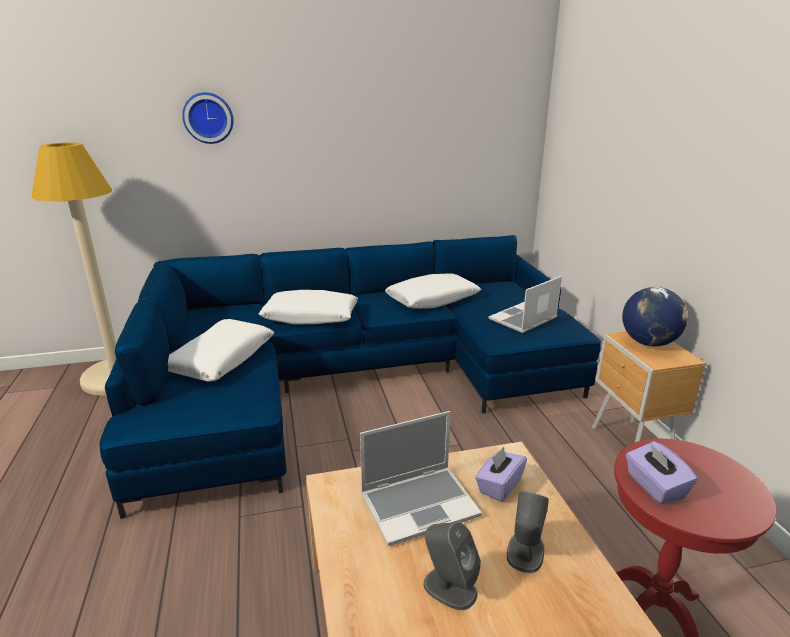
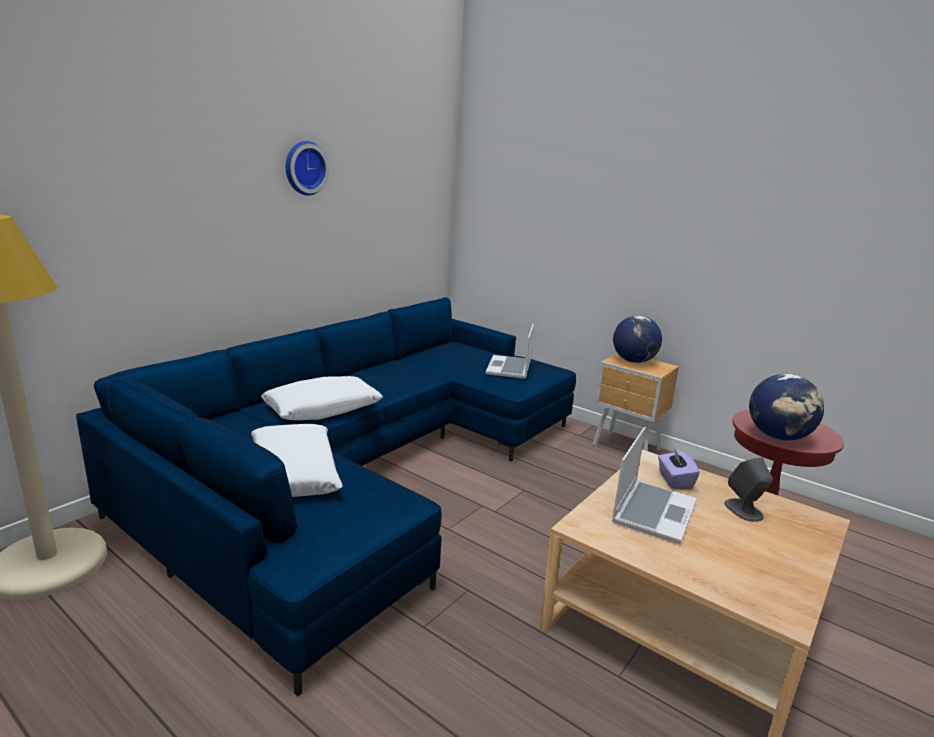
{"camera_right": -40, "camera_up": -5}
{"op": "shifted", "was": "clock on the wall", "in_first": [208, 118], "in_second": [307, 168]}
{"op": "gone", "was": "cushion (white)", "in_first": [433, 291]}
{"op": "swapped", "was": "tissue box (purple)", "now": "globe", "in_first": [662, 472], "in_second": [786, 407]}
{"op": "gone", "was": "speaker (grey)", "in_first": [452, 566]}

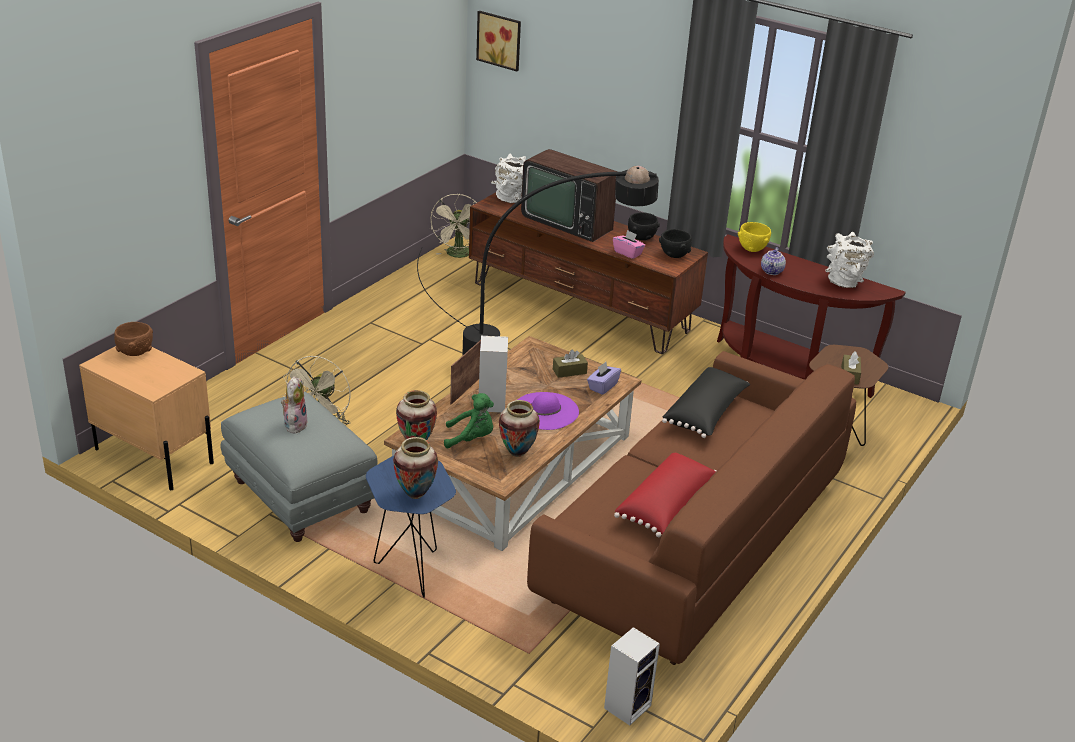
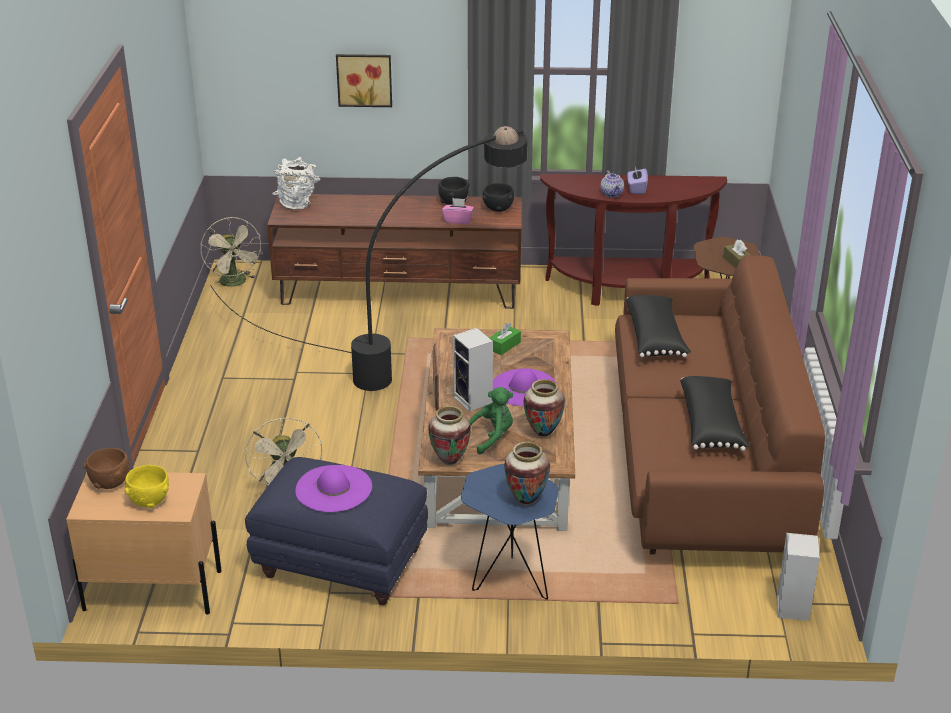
{"camera_right": -30, "camera_up": 0}
{"op": "shifted", "was": "wall art", "in_first": [498, 41], "in_second": [364, 80]}
{"op": "gone", "was": "television", "in_first": [569, 195]}
{"op": "shifted", "was": "serving bowl (yellow-coloured)", "in_first": [754, 237], "in_second": [146, 486]}
{"op": "gone", "was": "flower vase (white)", "in_first": [849, 260]}
{"op": "repainted", "was": "tissue box (brown)", "now": "tissue box (green)", "in_first": [570, 364], "in_second": [505, 339]}
{"op": "shifted", "was": "tissue box (purple)", "in_first": [604, 378], "in_second": [638, 180]}
{"op": "swapped", "was": "soft toy", "now": "hat (purple)", "in_first": [294, 404], "in_second": [333, 488]}
{"op": "repainted", "was": "footrest (grey)", "now": "footrest (bluish)", "in_first": [298, 467], "in_second": [336, 531]}
{"op": "repainted", "was": "cushion (reddish)", "now": "cushion (black)", "in_first": [665, 495], "in_second": [715, 413]}

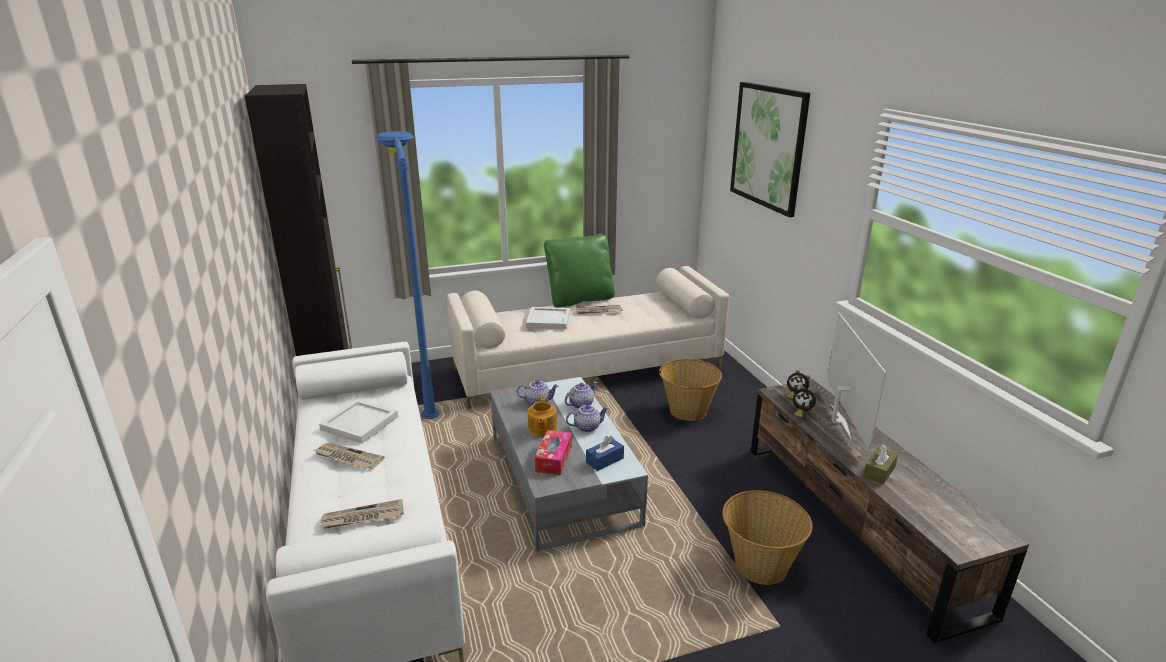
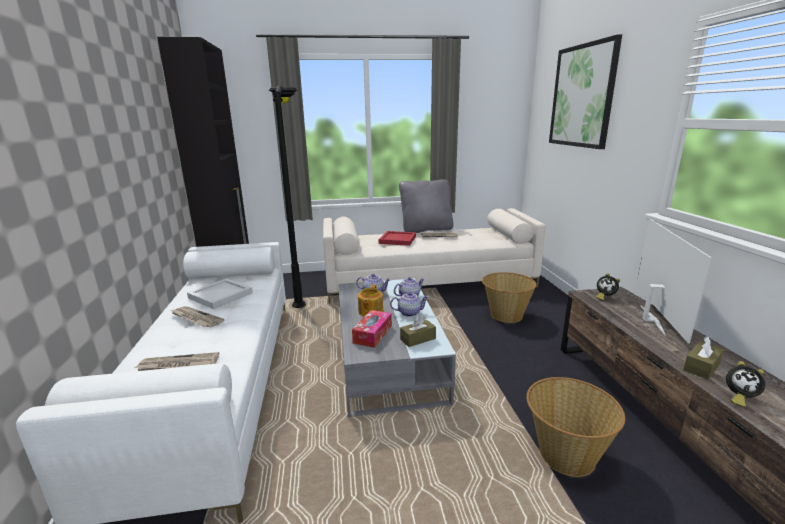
{"camera_right": 10, "camera_up": -5}
{"op": "repainted", "was": "floor lamp (bluish)", "now": "floor lamp (black)", "in_first": [407, 275], "in_second": [287, 196]}
{"op": "repainted", "was": "cushion (green)", "now": "cushion (grey)", "in_first": [579, 270], "in_second": [426, 206]}
{"op": "repainted", "was": "tray (white)", "now": "tray (reddish)", "in_first": [548, 318], "in_second": [397, 238]}
{"op": "shifted", "was": "table clock", "in_first": [804, 402], "in_second": [745, 384]}
{"op": "repainted", "was": "tissue box (bluish)", "now": "tissue box (brown)", "in_first": [605, 453], "in_second": [418, 331]}

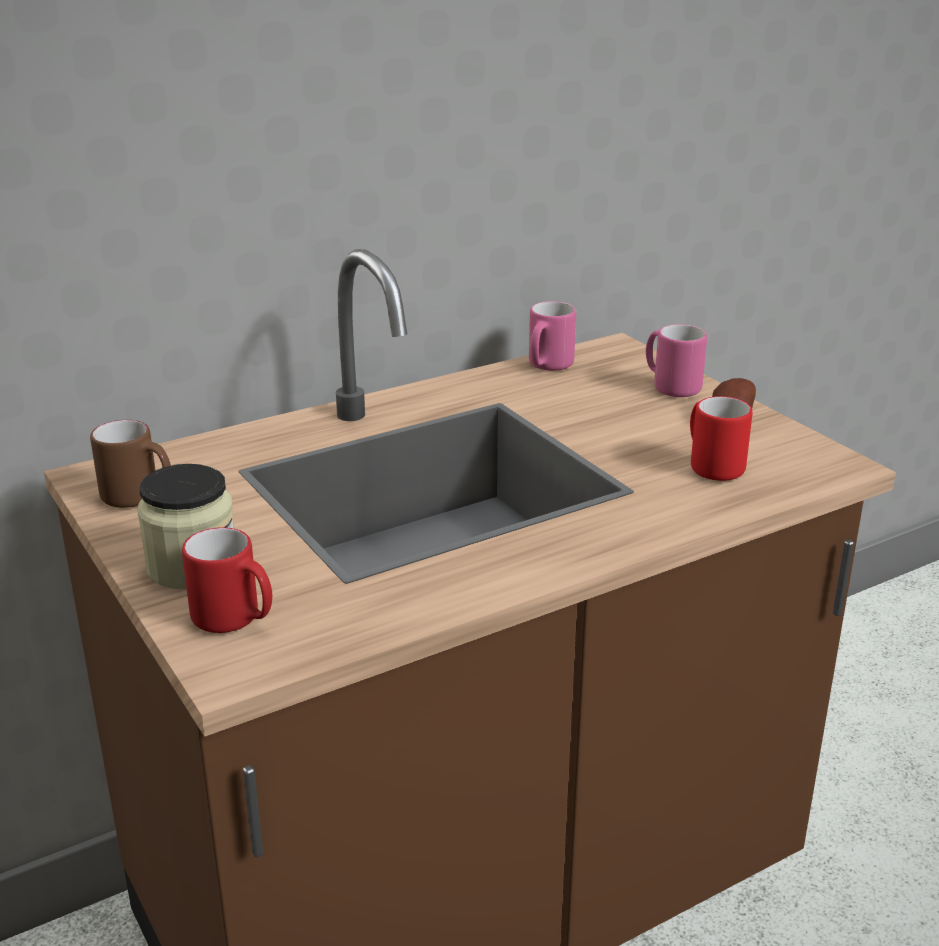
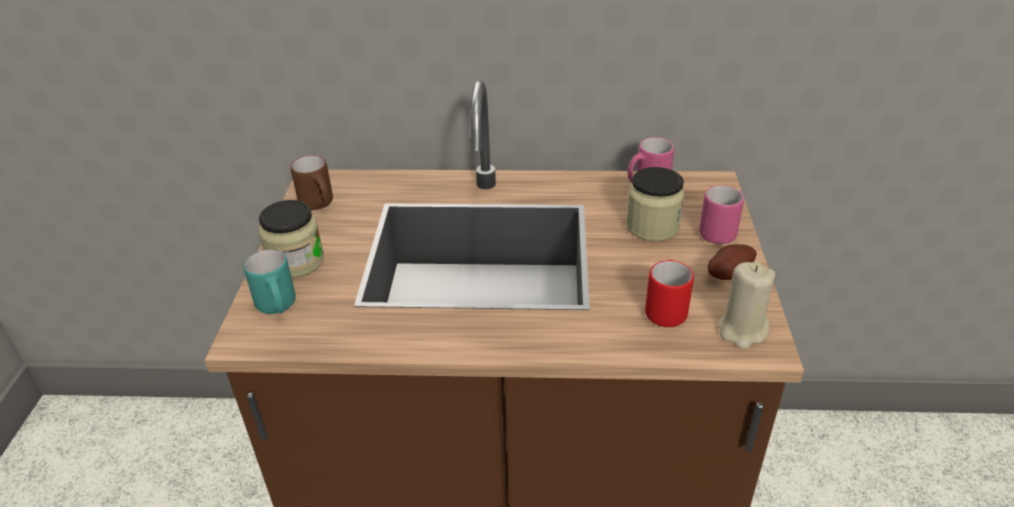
{"camera_right": 35, "camera_up": 10}
{"op": "repainted", "was": "mug (reddish)", "now": "mug (turquoise-coloured)", "in_first": [227, 580], "in_second": [270, 282]}
{"op": "new", "now": "storage jar", "in_second": [655, 204]}
{"op": "new", "now": "wax light (sand-coloured)", "in_second": [747, 305]}

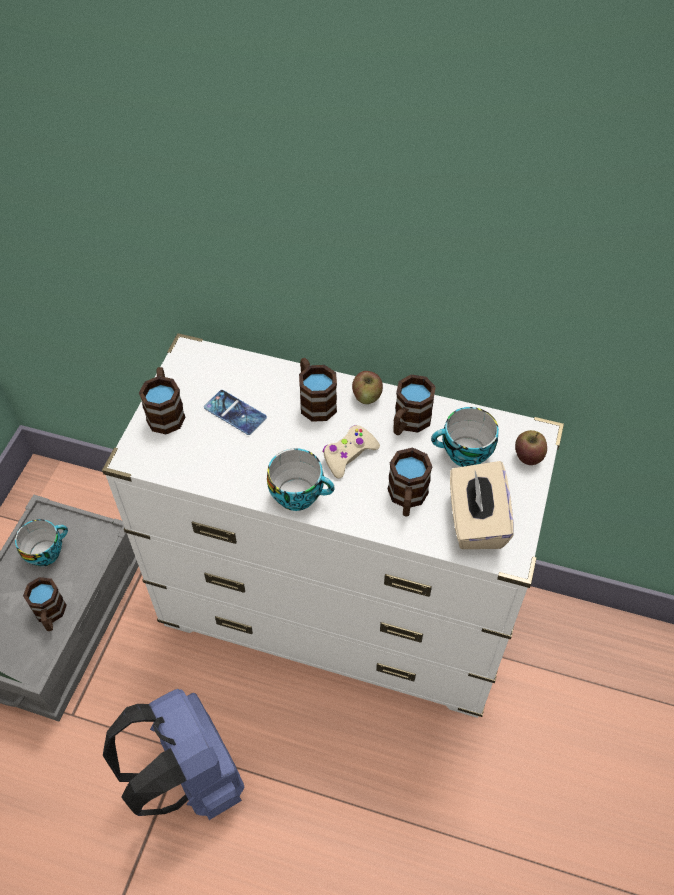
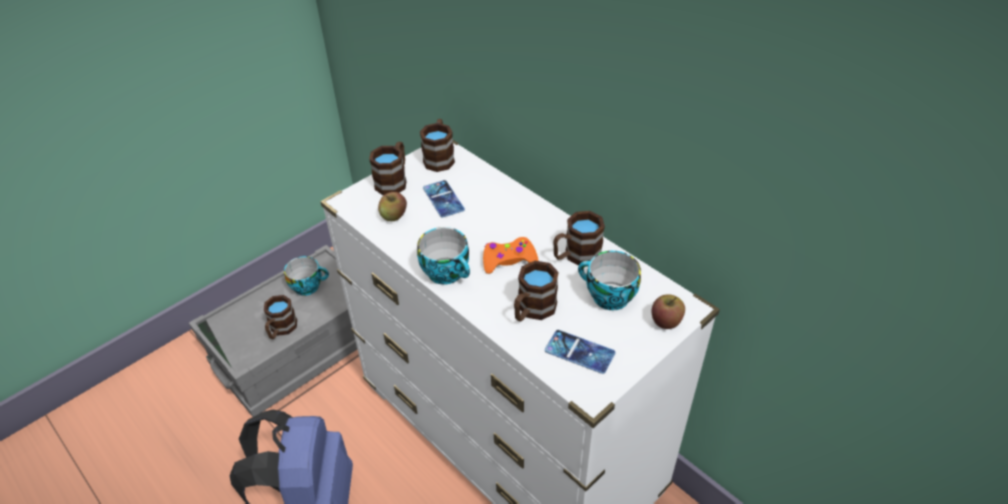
{"camera_right": 30, "camera_up": -10}
{"op": "shifted", "was": "mug (brown)", "in_first": [318, 390], "in_second": [437, 145]}
{"op": "shifted", "was": "apple fruit", "in_first": [367, 387], "in_second": [392, 206]}
{"op": "repainted", "was": "joypad (sand-coloured)", "now": "joypad (orange-coloured)", "in_first": [351, 452], "in_second": [511, 255]}
{"op": "swapped", "was": "tissue box (sand-coloured)", "now": "telephone", "in_first": [481, 505], "in_second": [580, 352]}

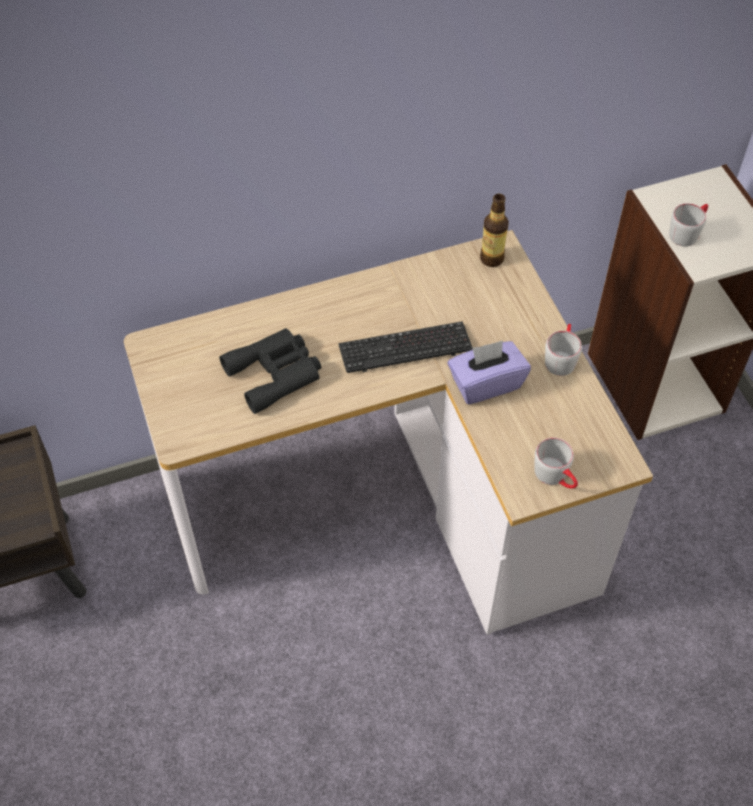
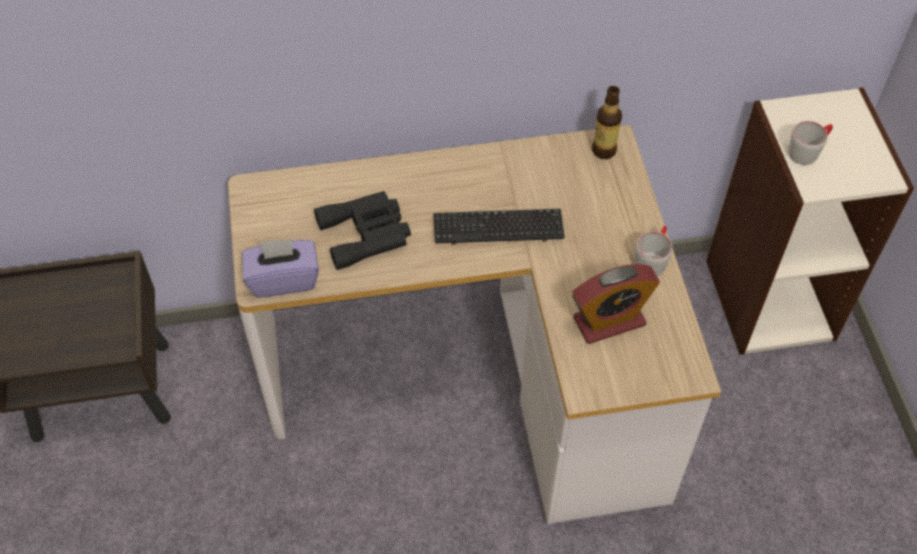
{"camera_right": 10, "camera_up": 0}
{"op": "shifted", "was": "tissue box (purple)", "in_first": [489, 372], "in_second": [280, 268]}
{"op": "gone", "was": "mug (grey)", "in_first": [556, 463]}
{"op": "new", "now": "table clock", "in_second": [616, 304]}

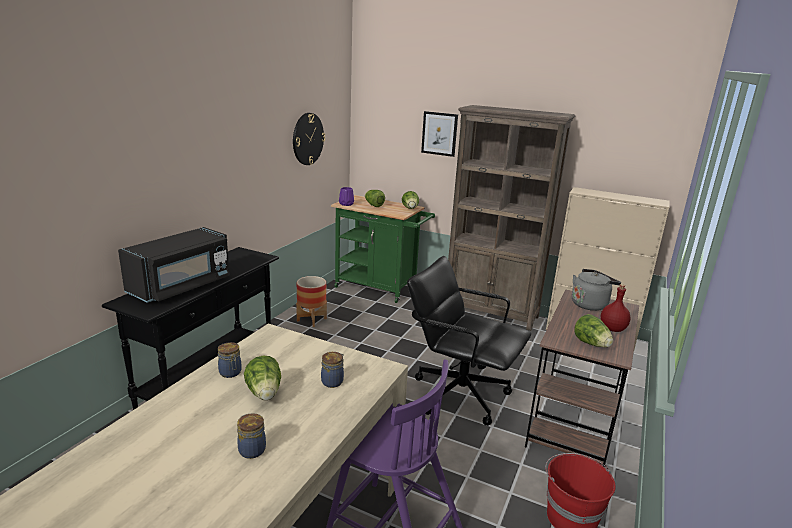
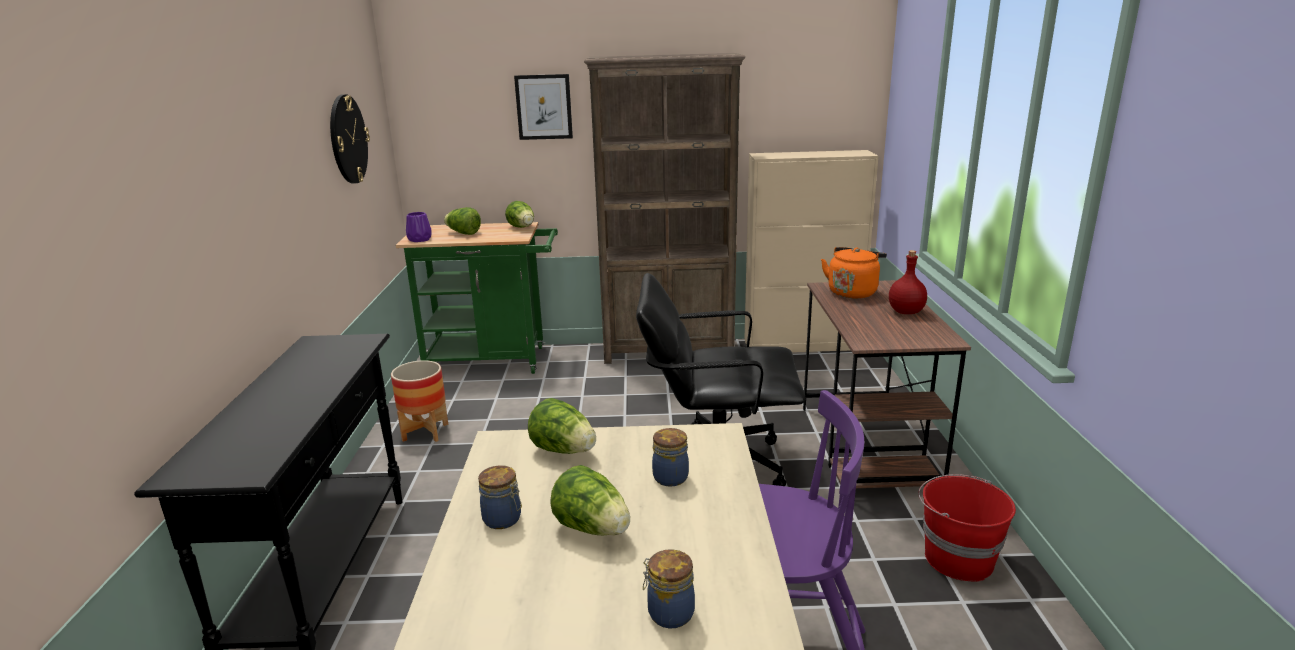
{"camera_right": -25, "camera_up": 0}
{"op": "gone", "was": "microwave oven (black)", "in_first": [174, 265]}
{"op": "repainted", "was": "tea kettle (grey)", "now": "tea kettle (orange-coloured)", "in_first": [596, 290], "in_second": [854, 272]}
{"op": "shifted", "was": "head of lettuce", "in_first": [594, 330], "in_second": [562, 426]}

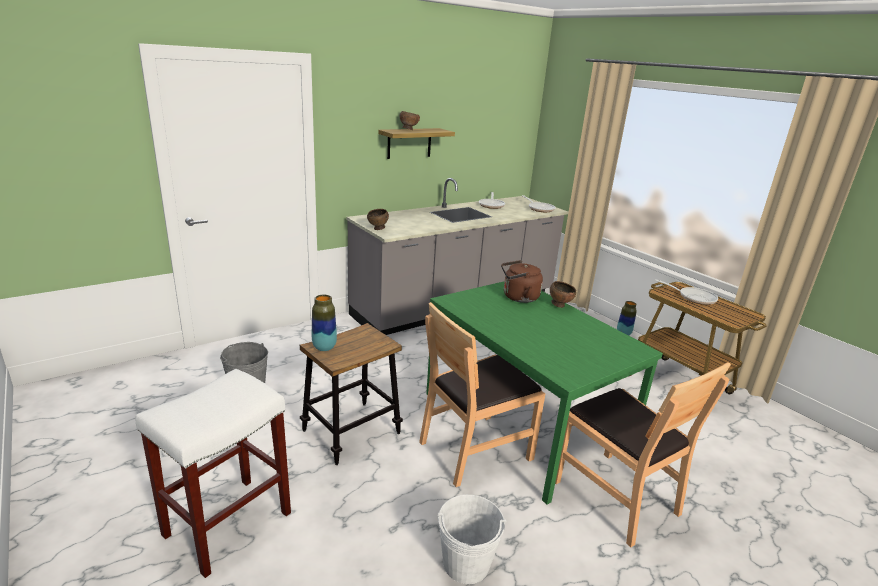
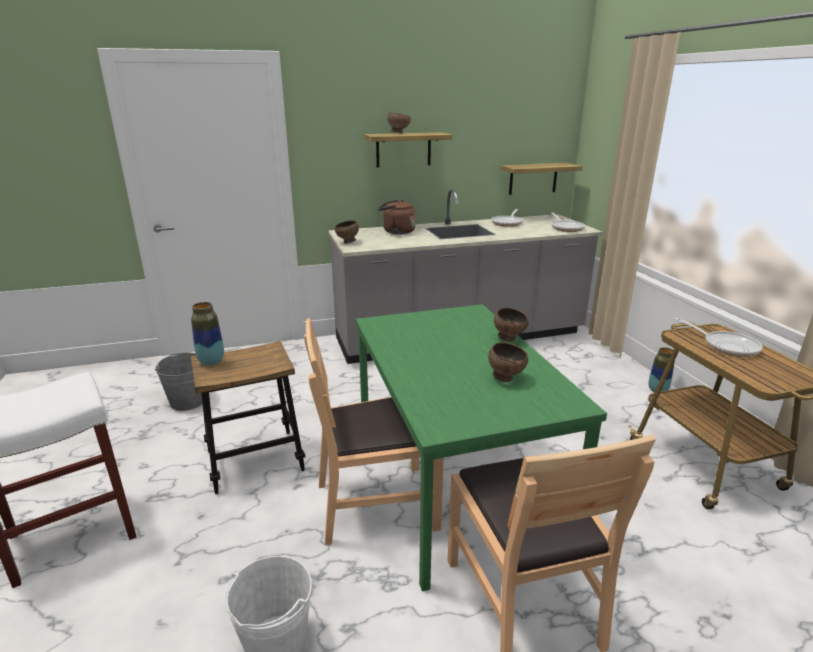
{"camera_right": 20, "camera_up": 0}
{"op": "shifted", "was": "tea kettle (brown)", "in_first": [522, 281], "in_second": [397, 216]}
{"op": "new", "now": "bracket shelf", "in_second": [542, 179]}
{"op": "new", "now": "serving bowl (brown)", "in_second": [508, 362]}

